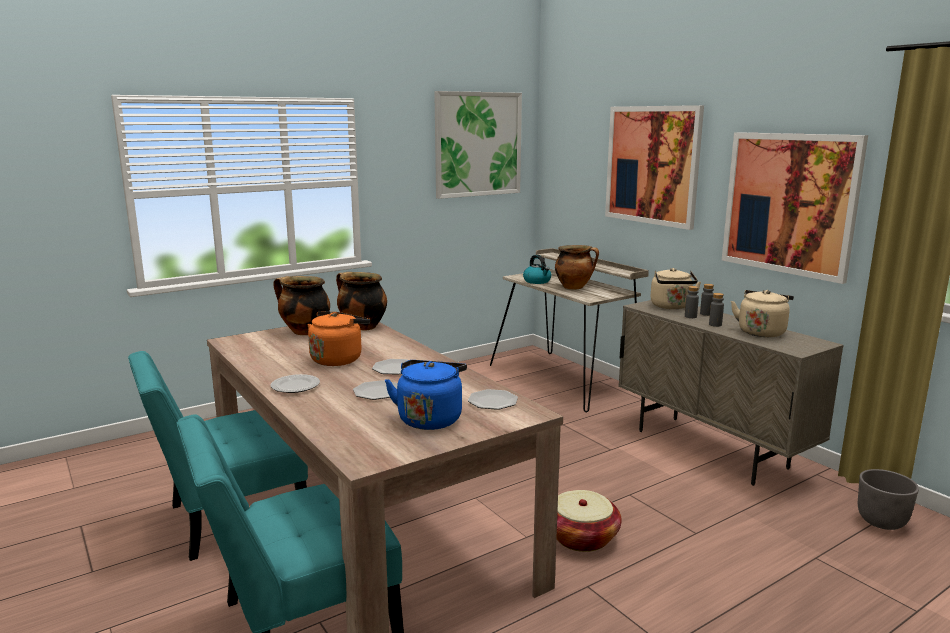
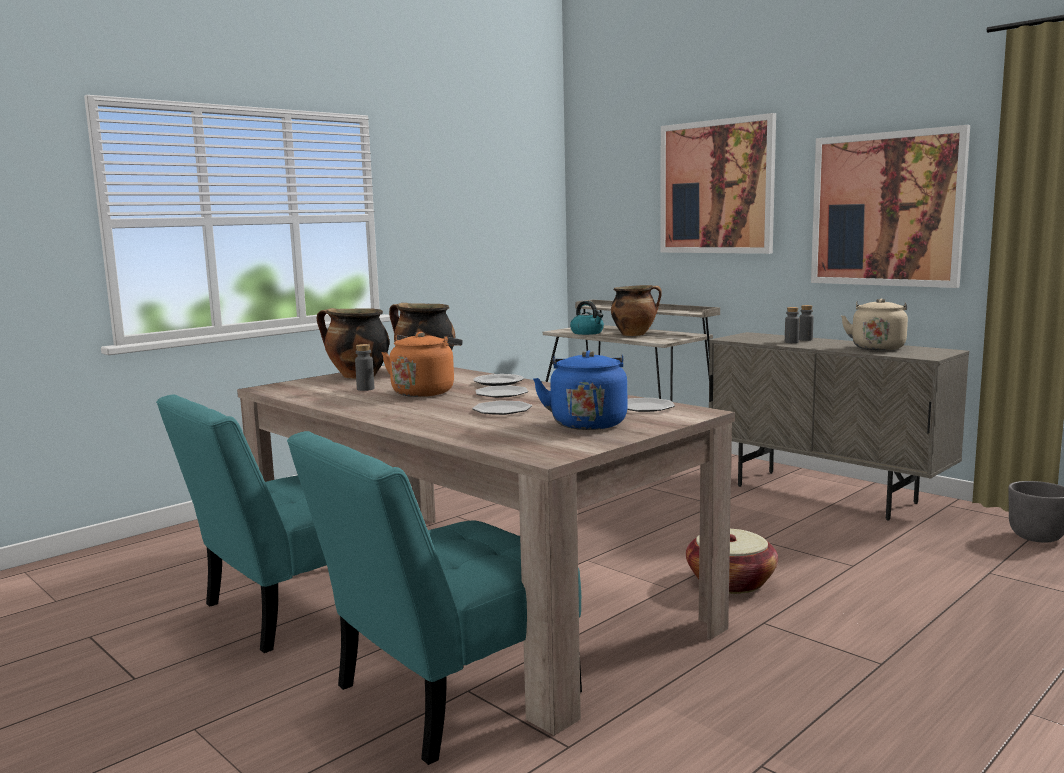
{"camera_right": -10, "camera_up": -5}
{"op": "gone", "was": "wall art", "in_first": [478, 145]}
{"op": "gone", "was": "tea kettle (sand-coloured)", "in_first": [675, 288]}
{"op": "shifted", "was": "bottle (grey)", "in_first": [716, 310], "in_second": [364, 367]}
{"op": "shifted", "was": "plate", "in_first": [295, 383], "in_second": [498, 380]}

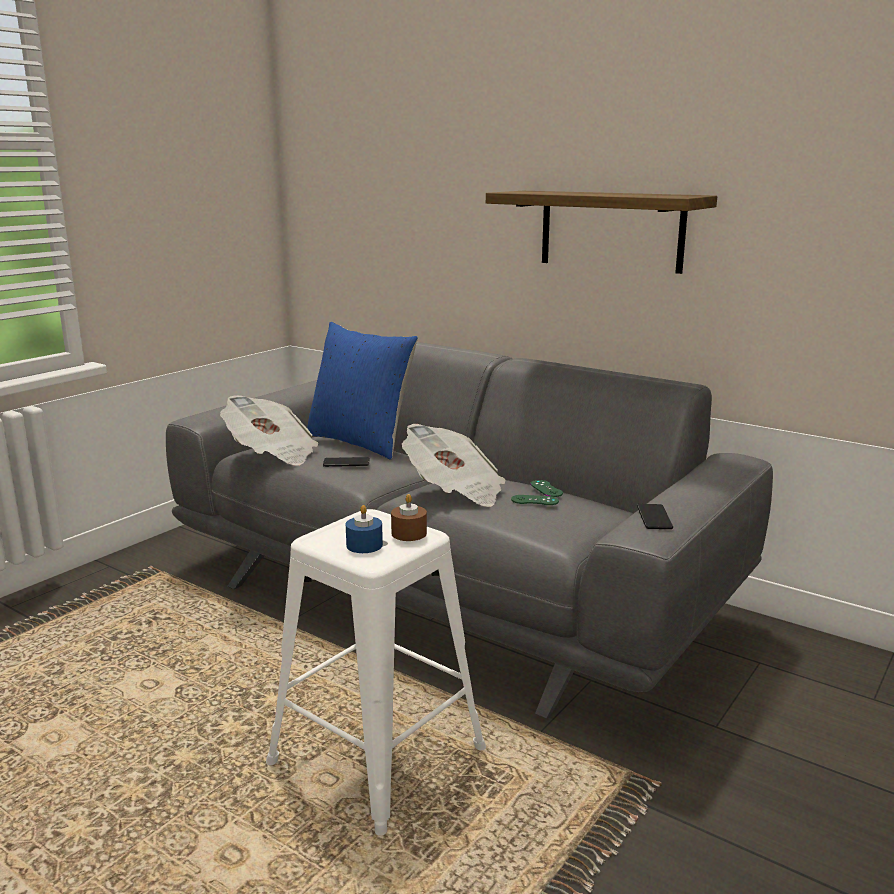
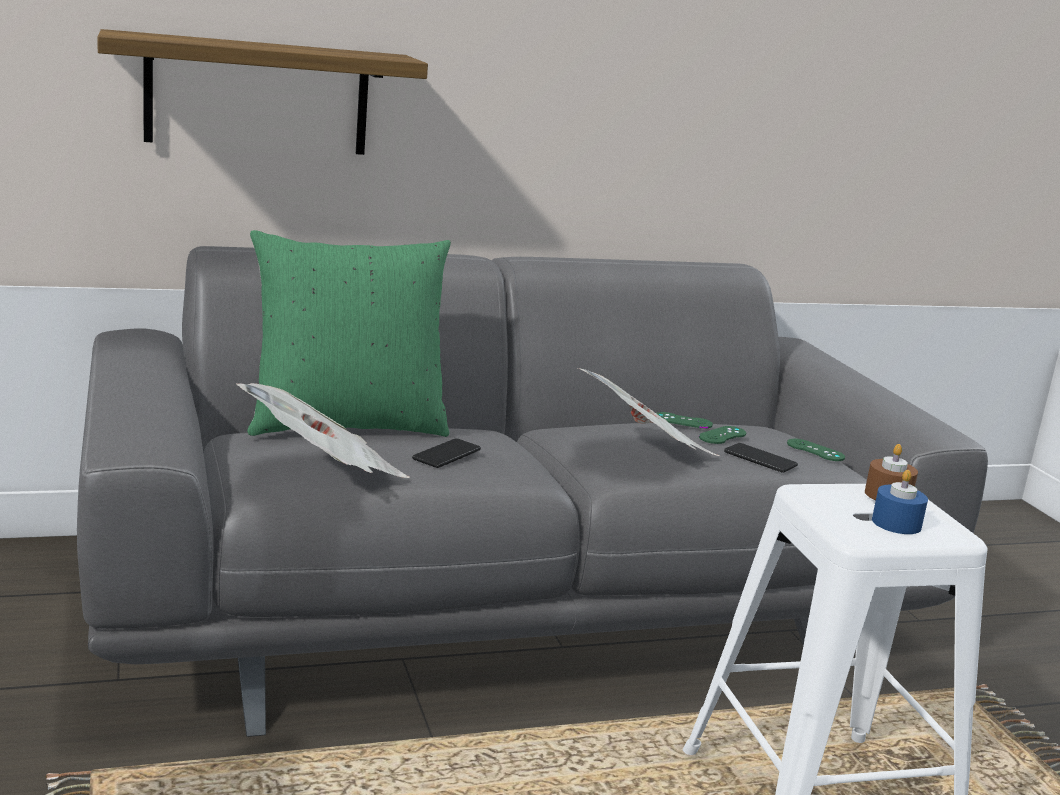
{"camera_right": -55, "camera_up": 0}
{"op": "shifted", "was": "bracket shelf", "in_first": [601, 232], "in_second": [262, 92]}
{"op": "repainted", "was": "cushion (bluish)", "now": "cushion (green)", "in_first": [362, 391], "in_second": [349, 333]}
{"op": "shifted", "was": "telephone", "in_first": [655, 516], "in_second": [761, 458]}
{"op": "new", "now": "joypad (green)", "in_second": [816, 450]}

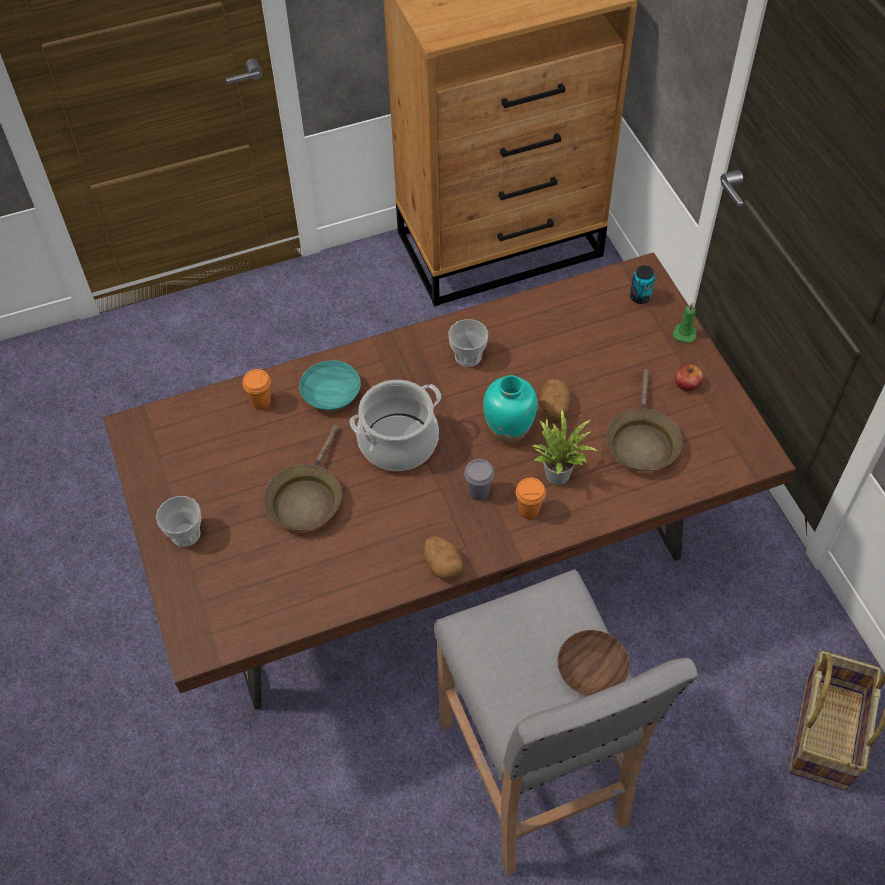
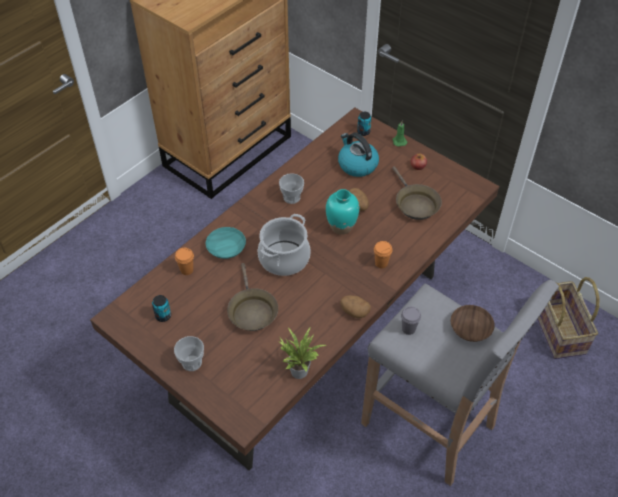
{"camera_right": -30, "camera_up": -5}
{"op": "shifted", "was": "plant in a pot", "in_first": [565, 446], "in_second": [302, 353]}
{"op": "shifted", "was": "small cup (grey)", "in_first": [479, 480], "in_second": [411, 320]}
{"op": "new", "now": "tea kettle", "in_second": [358, 155]}
{"op": "new", "now": "sealed can", "in_second": [161, 308]}

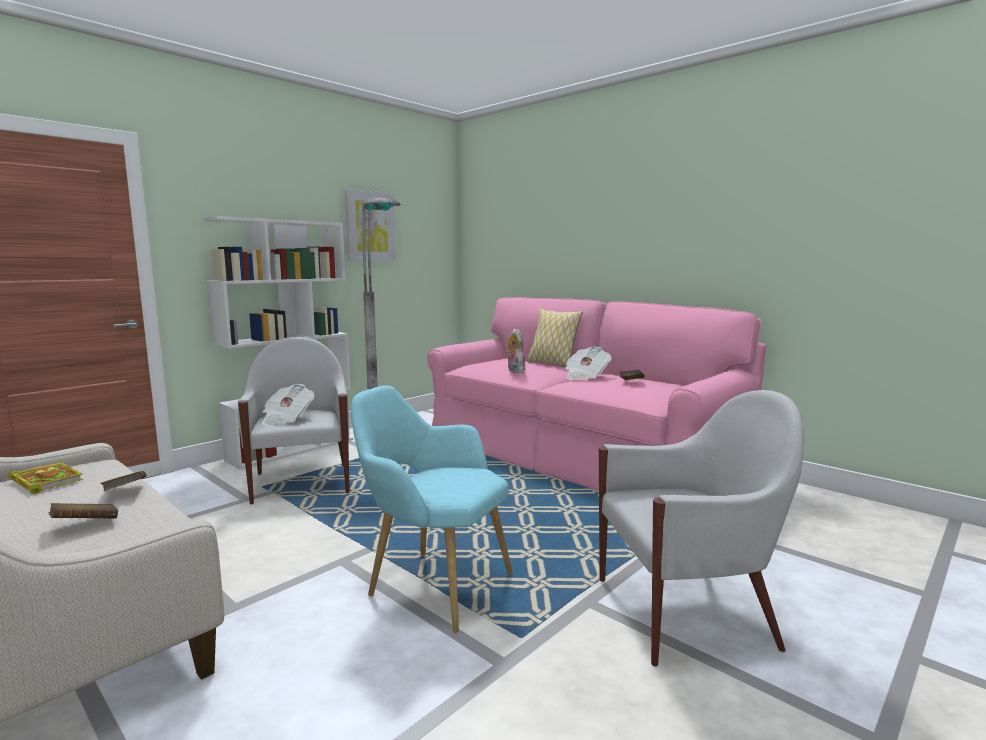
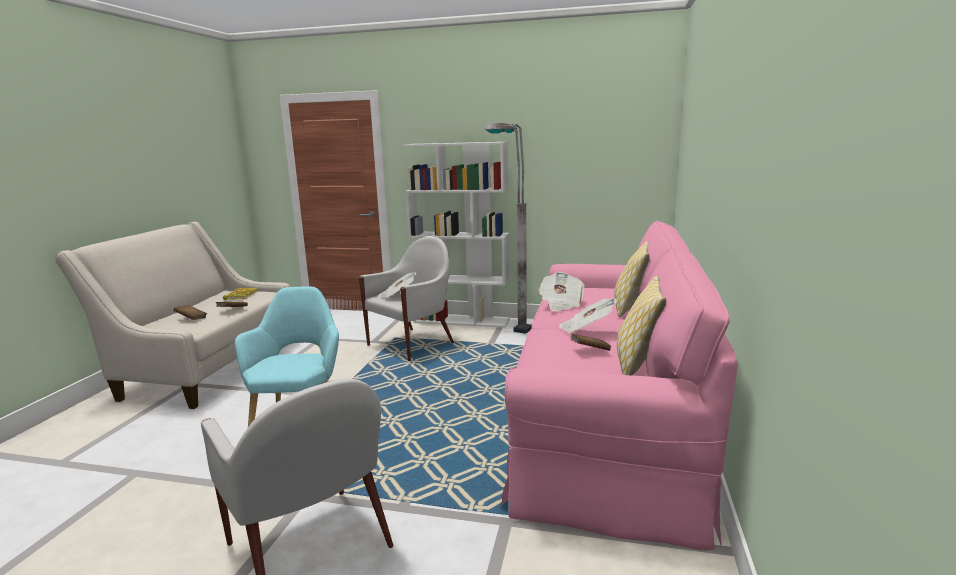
{"camera_right": 60, "camera_up": 5}
{"op": "gone", "was": "wall art", "in_first": [370, 225]}
{"op": "swapped", "was": "soft toy", "now": "newspaper", "in_first": [515, 351], "in_second": [561, 291]}
{"op": "new", "now": "cushion", "in_second": [641, 325]}

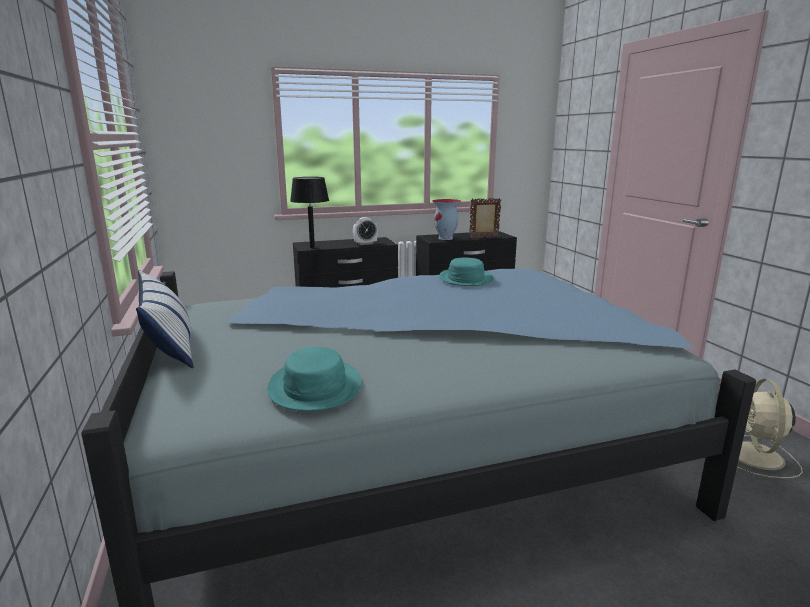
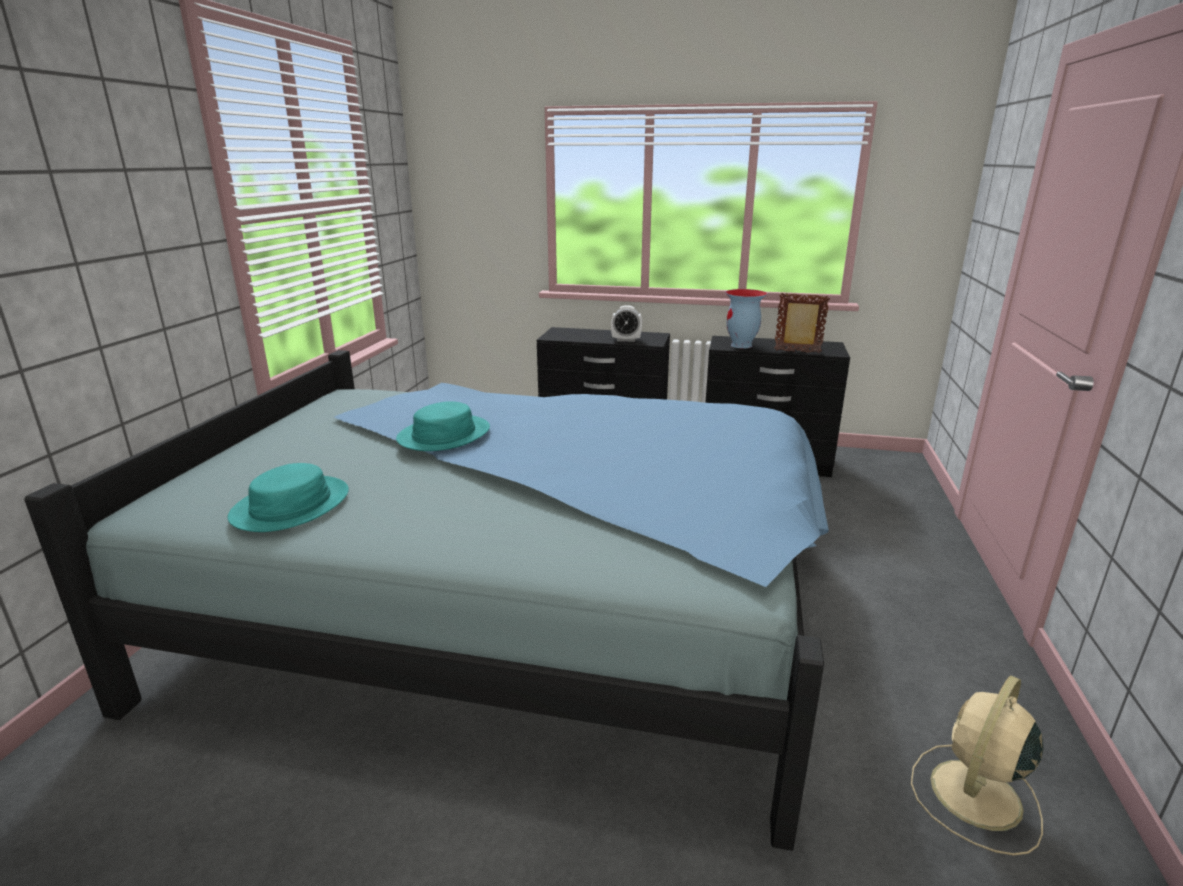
{"camera_right": 30, "camera_up": 5}
{"op": "gone", "was": "table lamp (black)", "in_first": [309, 212]}
{"op": "shifted", "was": "hat (turquoise-coloured)", "in_first": [466, 272], "in_second": [443, 426]}
{"op": "gone", "was": "cushion", "in_first": [164, 319]}

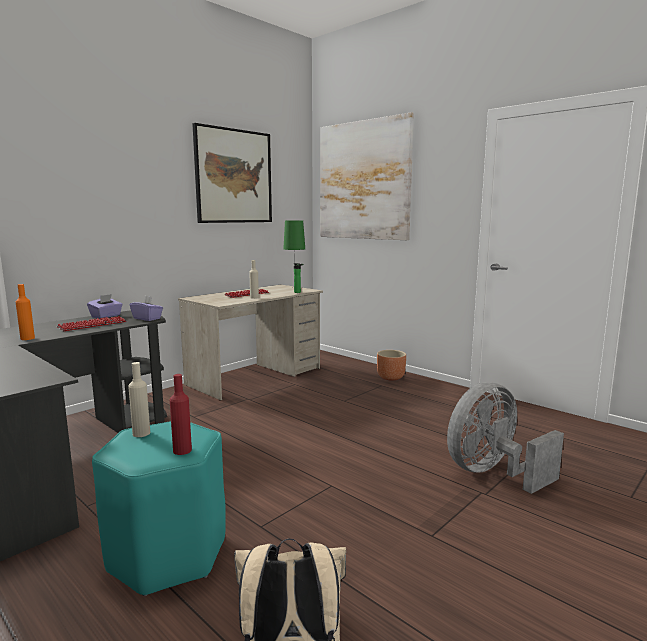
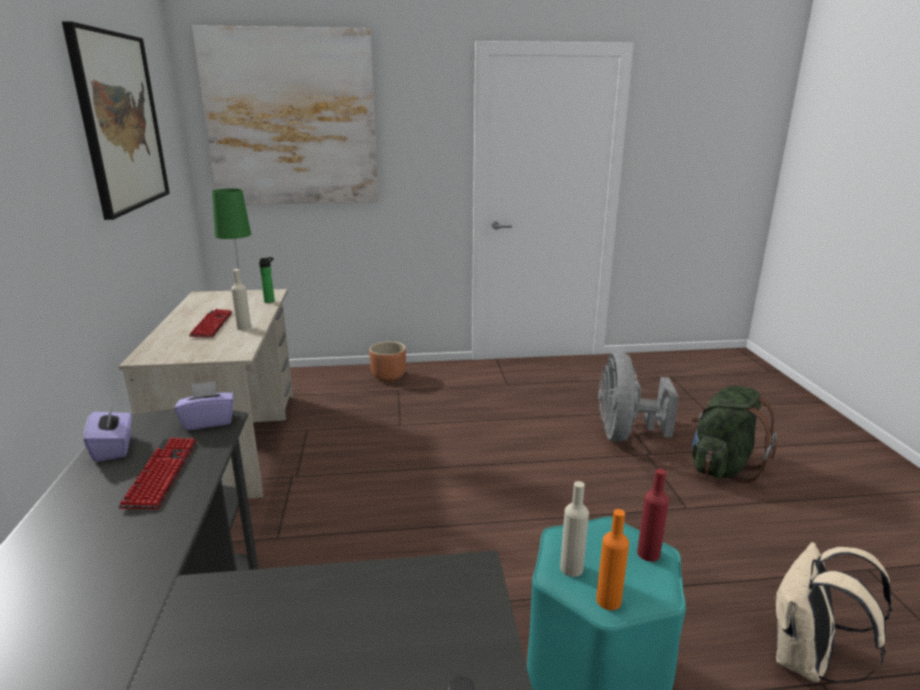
{"camera_right": -50, "camera_up": 10}
{"op": "shifted", "was": "bottle (orange-coloured)", "in_first": [25, 312], "in_second": [612, 559]}
{"op": "new", "now": "rucksack (green)", "in_second": [734, 435]}

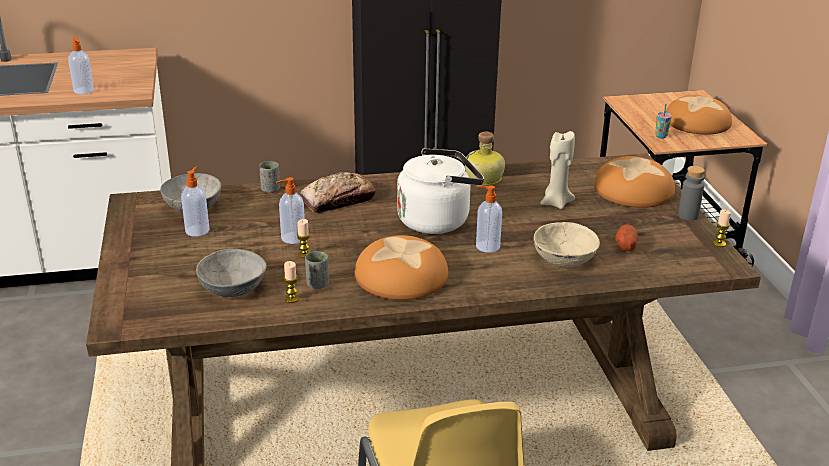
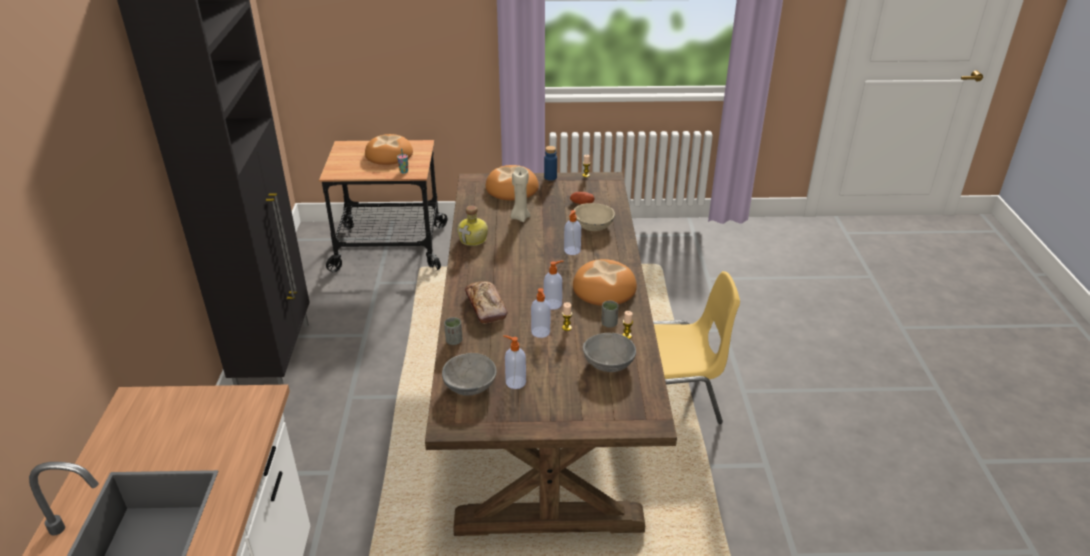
{"camera_right": -80, "camera_up": 5}
{"op": "shifted", "was": "soap dispenser", "in_first": [81, 65], "in_second": [553, 285]}
{"op": "gone", "was": "tea kettle (white)", "in_first": [440, 191]}
{"op": "repainted", "was": "bottle (grey)", "now": "bottle (bluish)", "in_first": [691, 193], "in_second": [550, 163]}

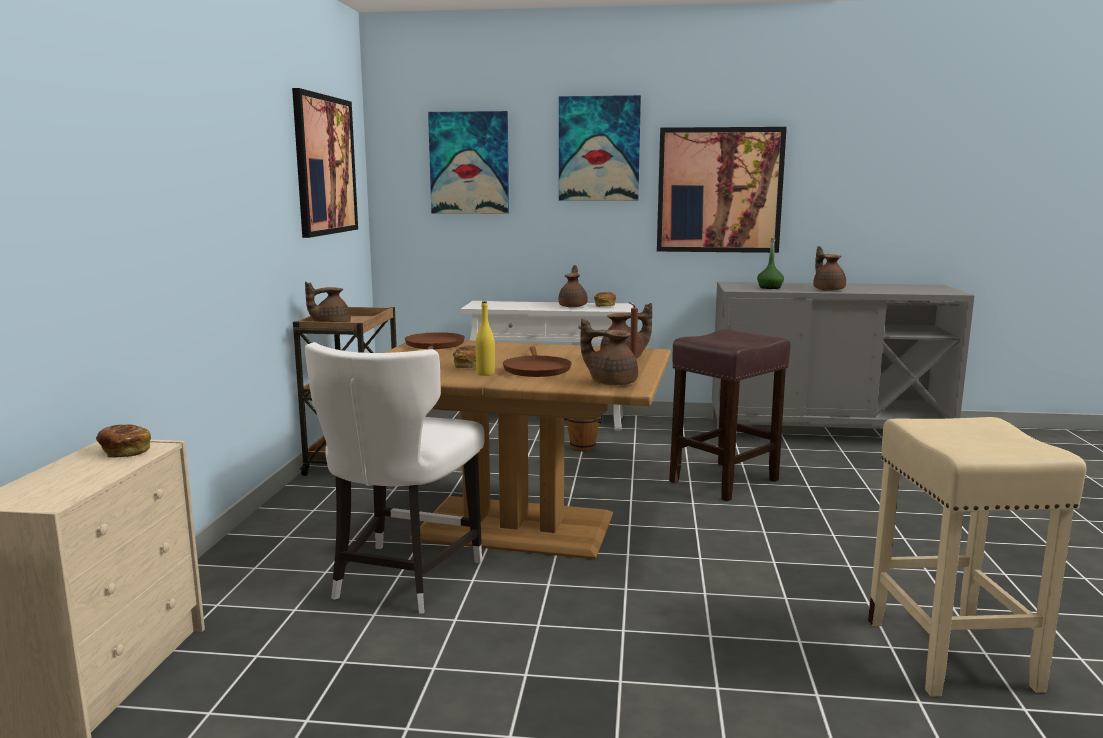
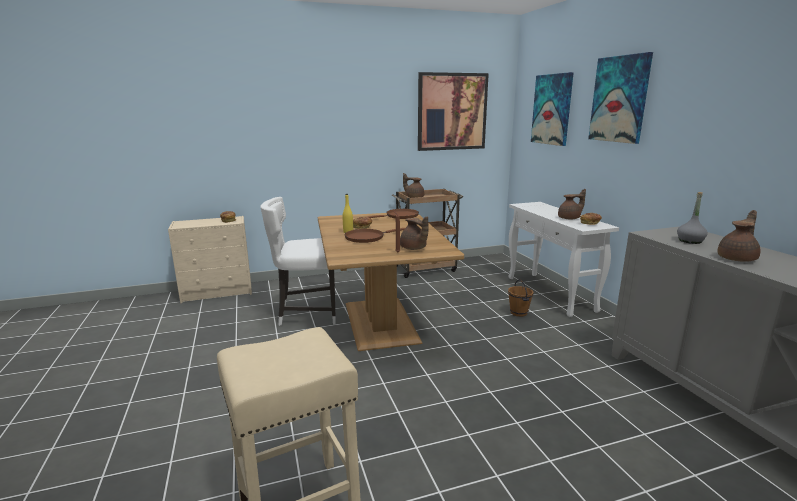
{"camera_right": 65, "camera_up": 5}
{"op": "gone", "was": "wall art", "in_first": [722, 190]}
{"op": "repainted", "was": "bottle (green)", "now": "bottle (grey)", "in_first": [770, 263], "in_second": [692, 218]}
{"op": "gone", "was": "teapot (brown)", "in_first": [609, 352]}
{"op": "gone", "was": "stool seat (brown)", "in_first": [729, 415]}

